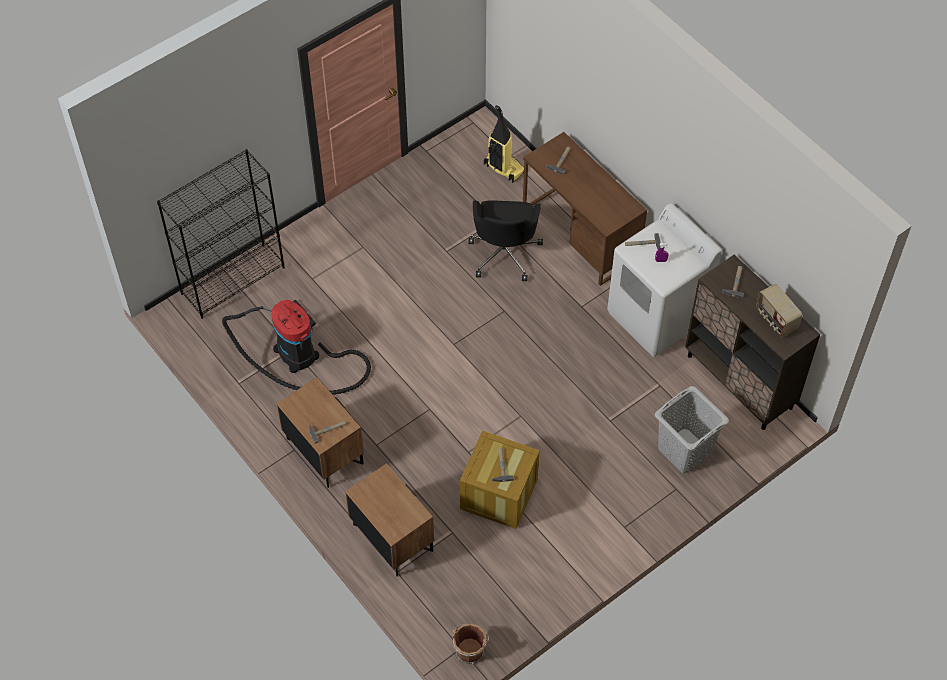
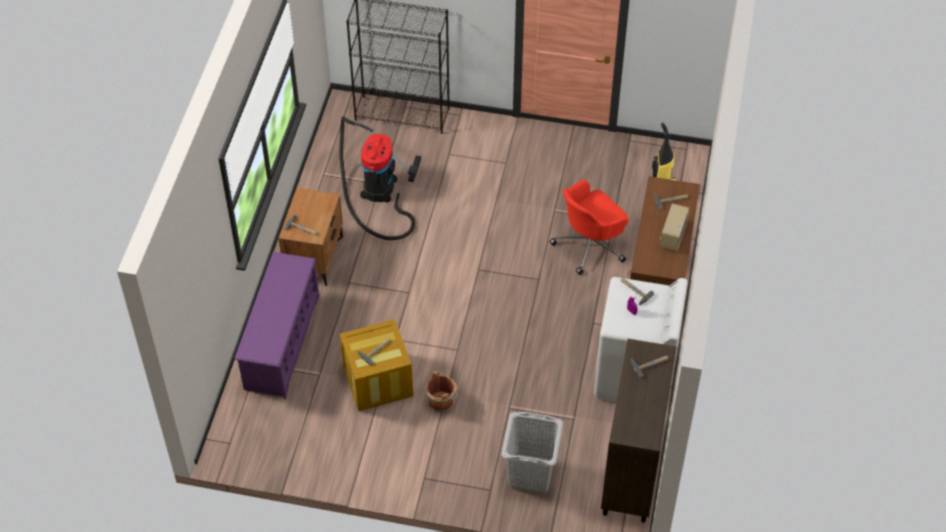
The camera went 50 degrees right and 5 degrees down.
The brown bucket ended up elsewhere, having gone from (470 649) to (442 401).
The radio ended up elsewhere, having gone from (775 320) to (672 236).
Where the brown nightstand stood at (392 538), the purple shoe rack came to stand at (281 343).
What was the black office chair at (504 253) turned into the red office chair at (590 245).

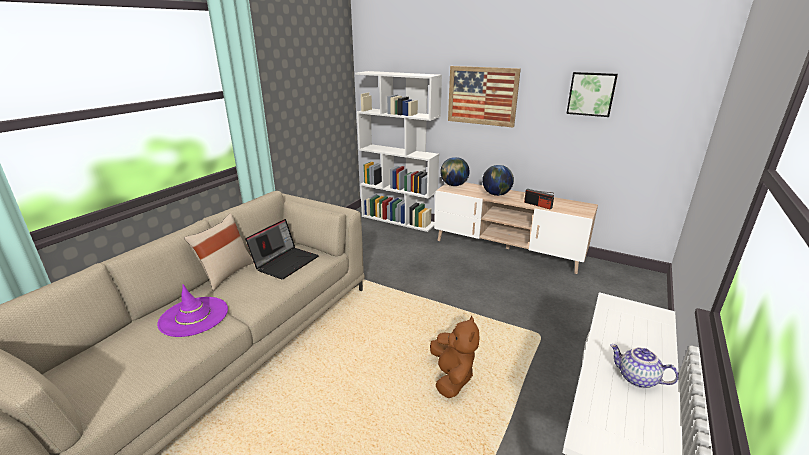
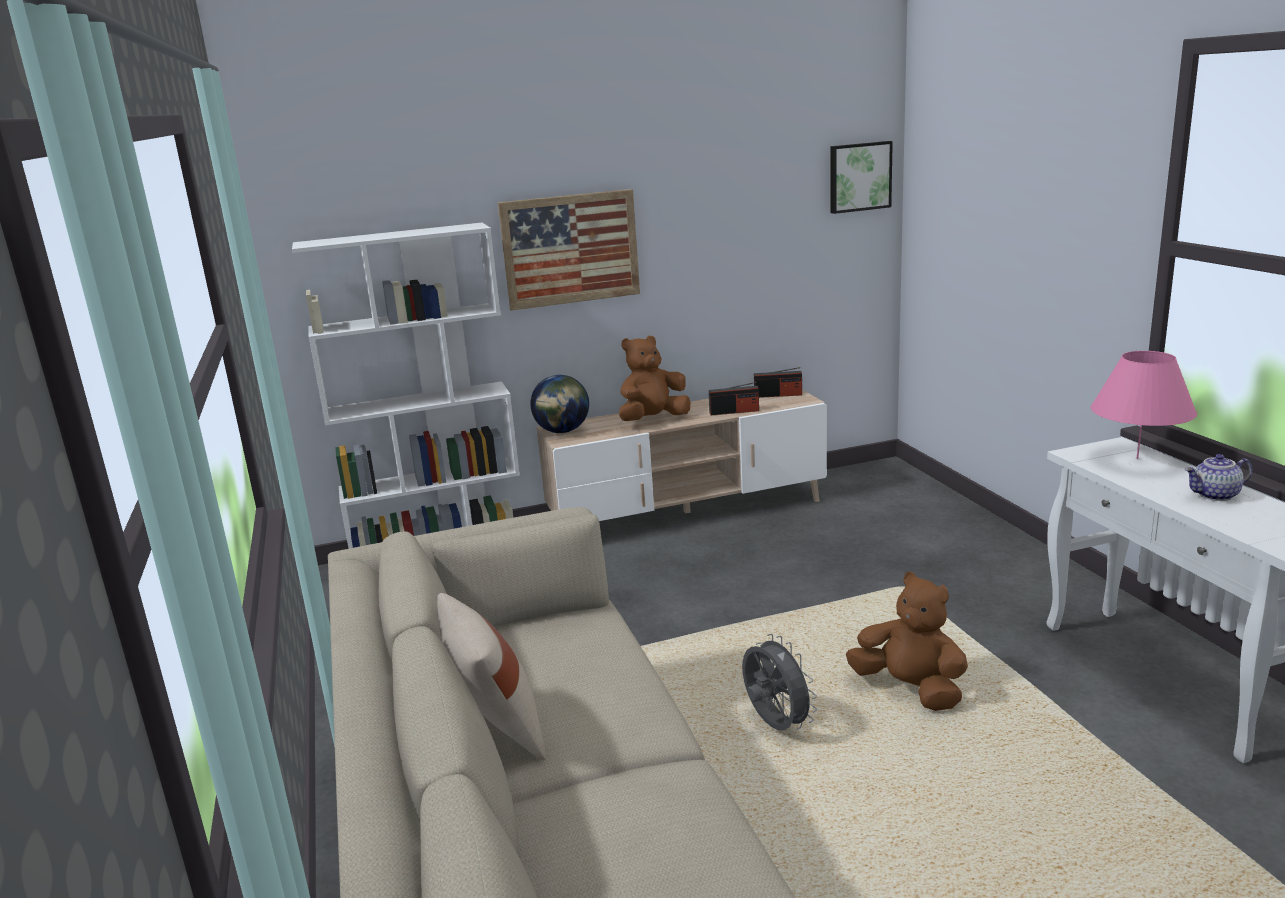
The camera went 45 degrees left and 5 degrees down.
The second view lost the purple hat at (194 316).
The second view lost the laptop at (285 262).
The second view gained the grey fan at (775 726).
The second view gained the radio at (778 395).
The second view gained the pink table lamp at (1137 458).
The picture ended up elsewhere, having gone from (591 94) to (859 177).
Where the globe stood at (496 194), the brown plush toy came to stand at (653 419).

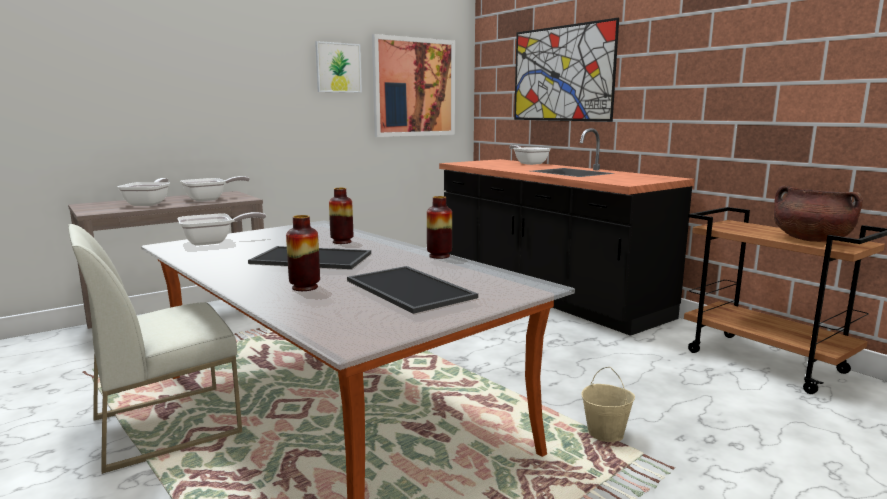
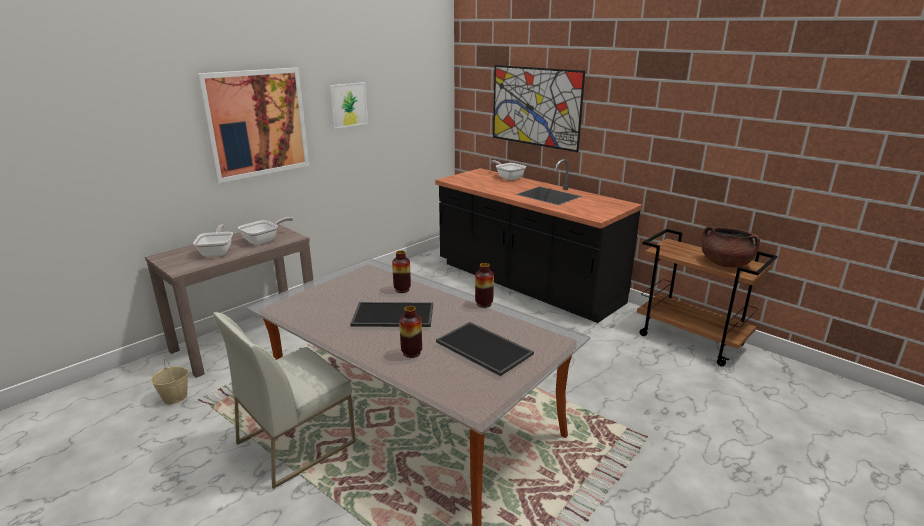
The camera went 10 degrees left and 10 degrees up.
The second view lost the frying pan at (213 242).
The picture ended up elsewhere, having gone from (414 87) to (257 123).
The beige bucket ended up elsewhere, having gone from (605 434) to (175 397).

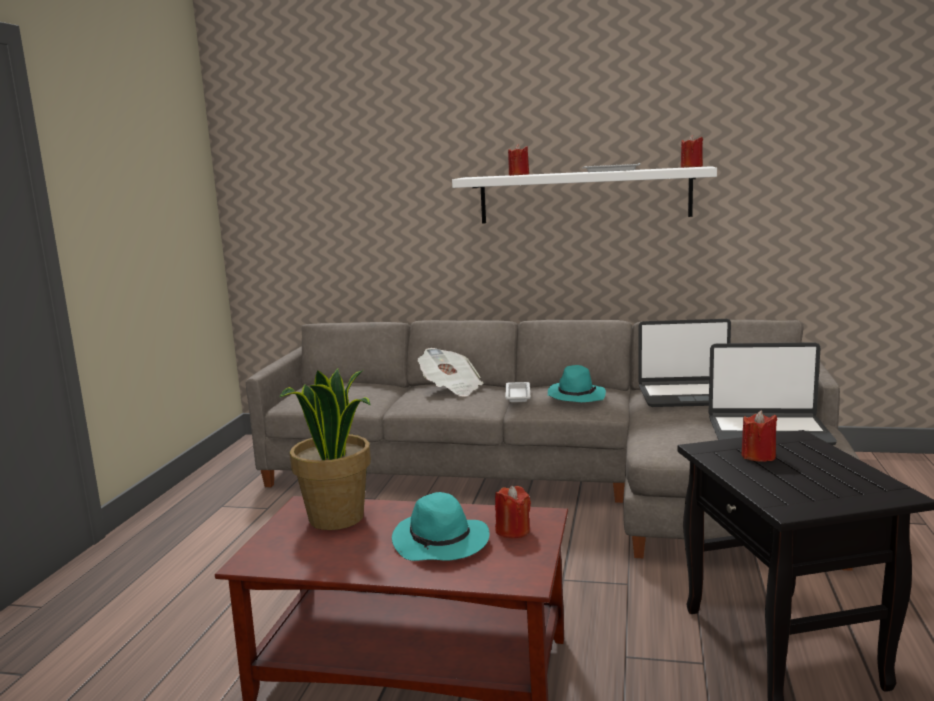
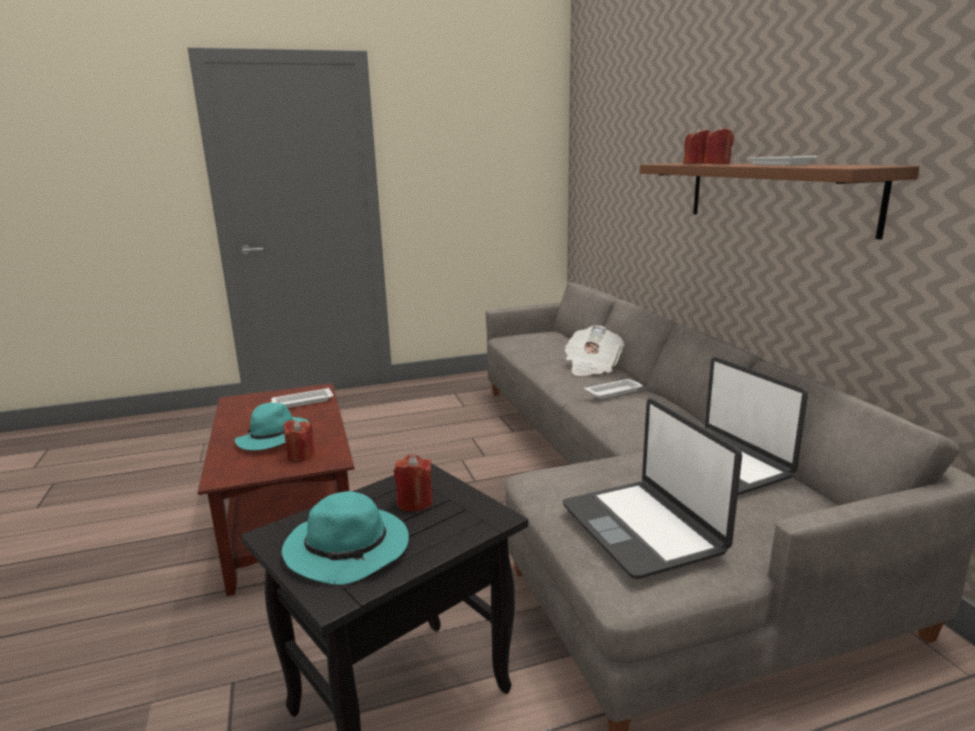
The camera went 60 degrees right and 5 degrees up.
The turquoise hat ended up elsewhere, having gone from (575 397) to (349 550).
The red candle ended up elsewhere, having gone from (691 167) to (717 164).
Where the potted plant stood at (337 518), the white tray came to stand at (301 402).
What was the white shelf at (584 196) turned into the brown shelf at (774 194).

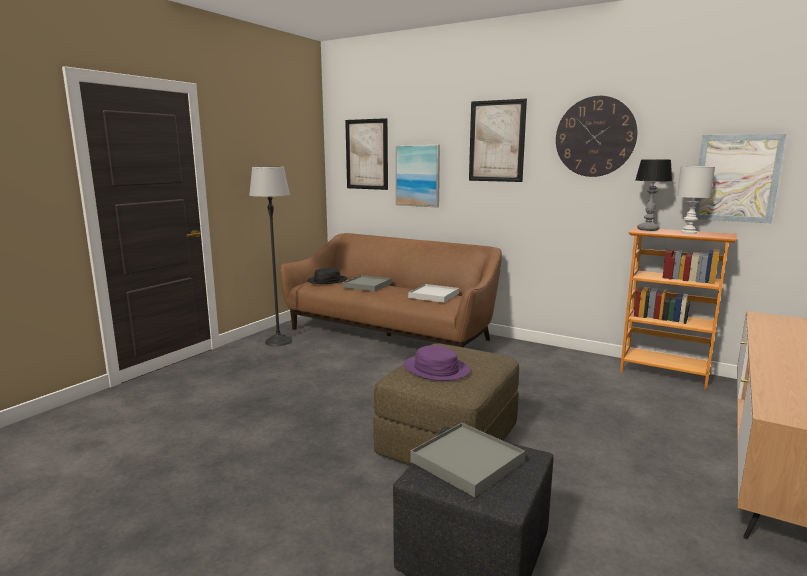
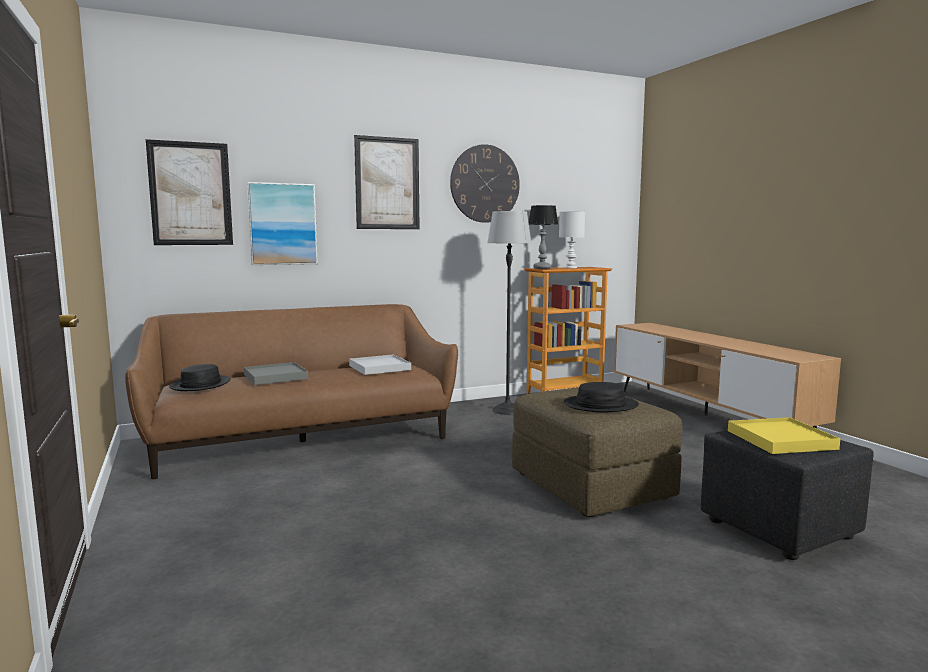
The camera went 55 degrees left and 5 degrees down.
The second view lost the picture at (736 178).
The floor lamp ended up elsewhere, having gone from (278 341) to (507 410).
What was the purple hat at (436 369) turned into the black hat at (600 405).
What was the grey tray at (467 462) turned into the yellow tray at (781 439).

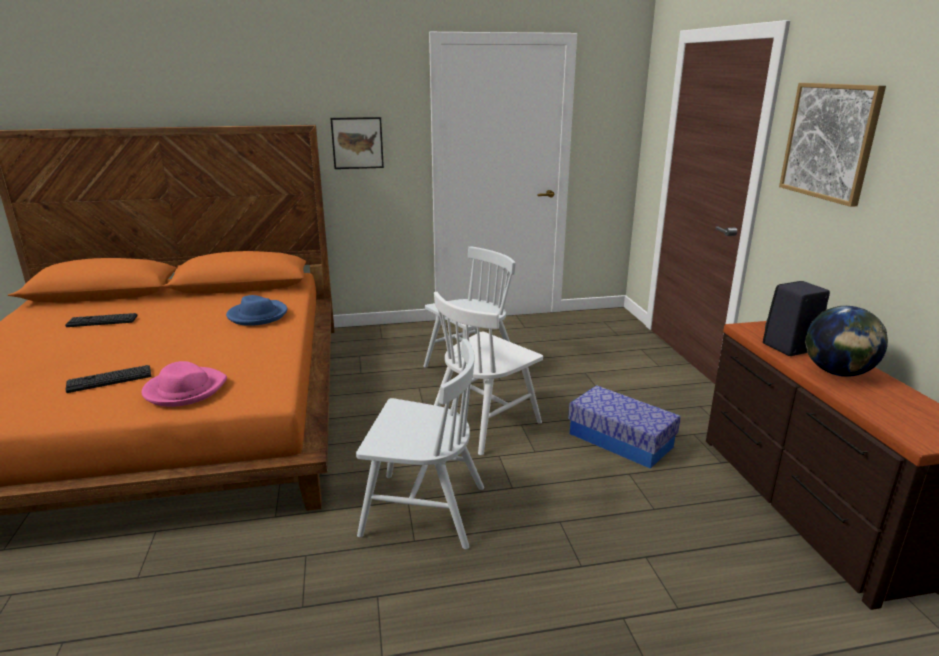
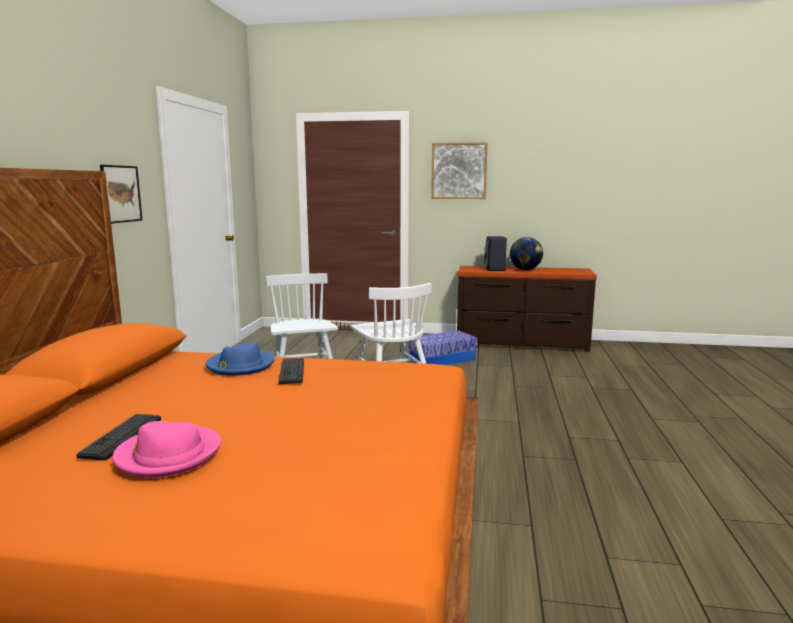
The camera went 70 degrees left and 10 degrees down.
The second view lost the white chair at (423 510).
The keyboard ended up elsewhere, having gone from (109 380) to (292 371).
The pink hat ended up elsewhere, having gone from (184 390) to (168 455).

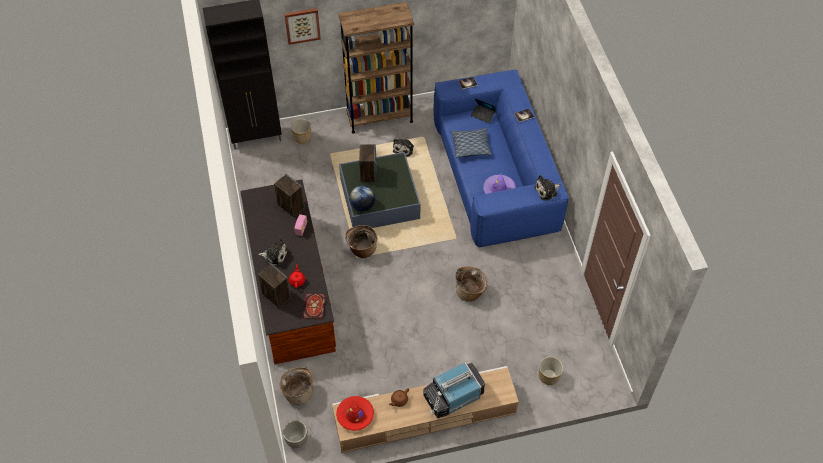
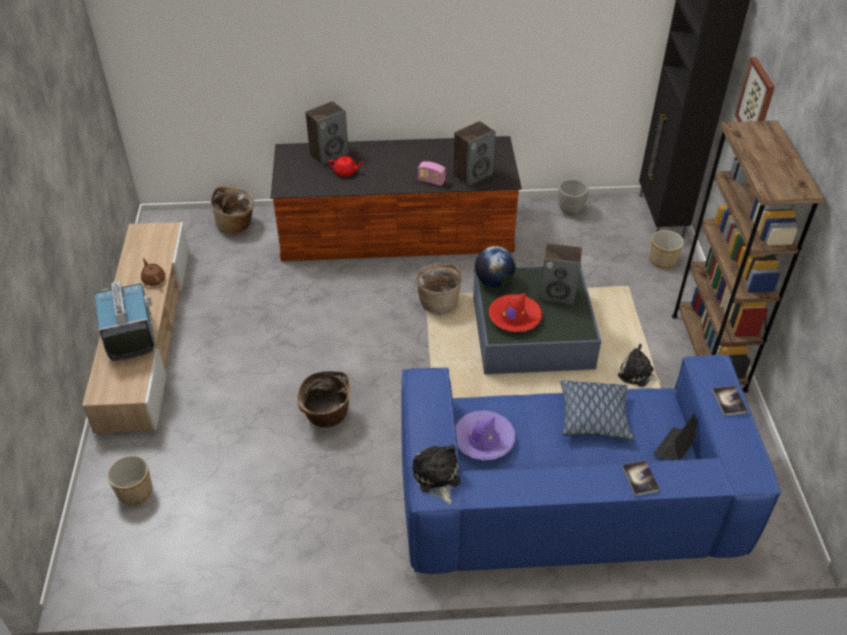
The camera went 100 degrees right and 10 degrees down.
The second view lost the plush toy at (275 255).
The second view lost the book at (314 307).
The planter ended up elsewhere, having gone from (296 440) to (570 210).
The red hat ended up elsewhere, having gone from (355 415) to (514 318).

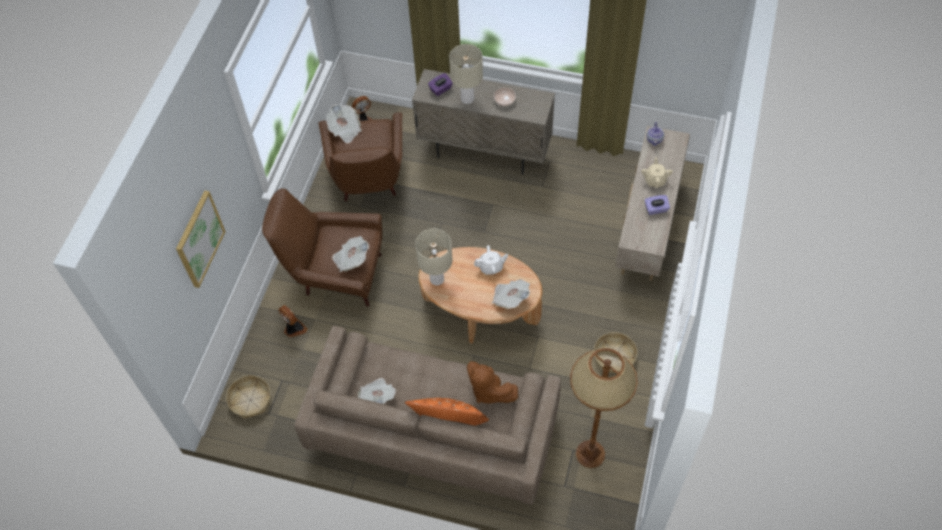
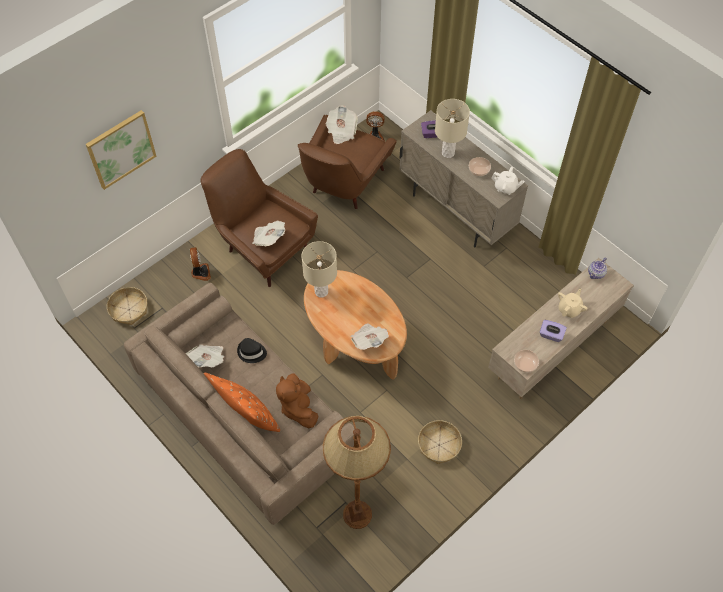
The camera went 30 degrees right and 0 degrees up.
The second view gained the black hat at (251 352).
The second view gained the bowl at (525 364).
The white teapot ended up elsewhere, having gone from (491 267) to (505 188).

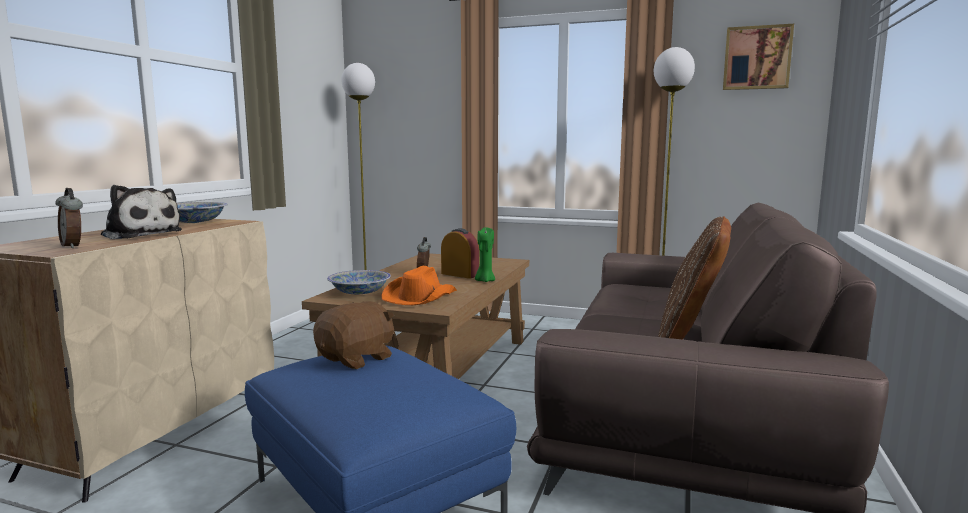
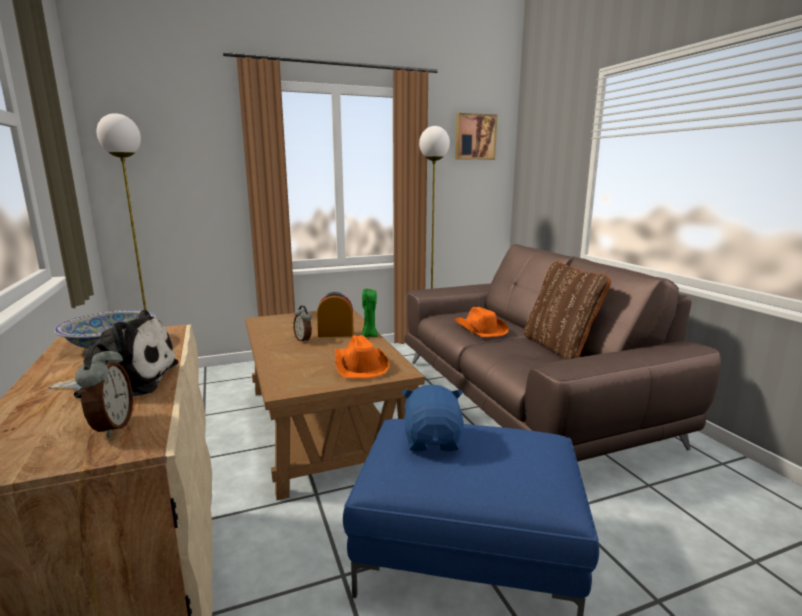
The camera went 40 degrees left and 5 degrees up.
The second view lost the bowl at (359 292).
The second view gained the orange hat at (480 329).
What was the brown plush toy at (357 359) turned into the blue plush toy at (433 440).
The alarm clock at (74 246) ended up facing another way, 105 degrees counterclockwise from before.

